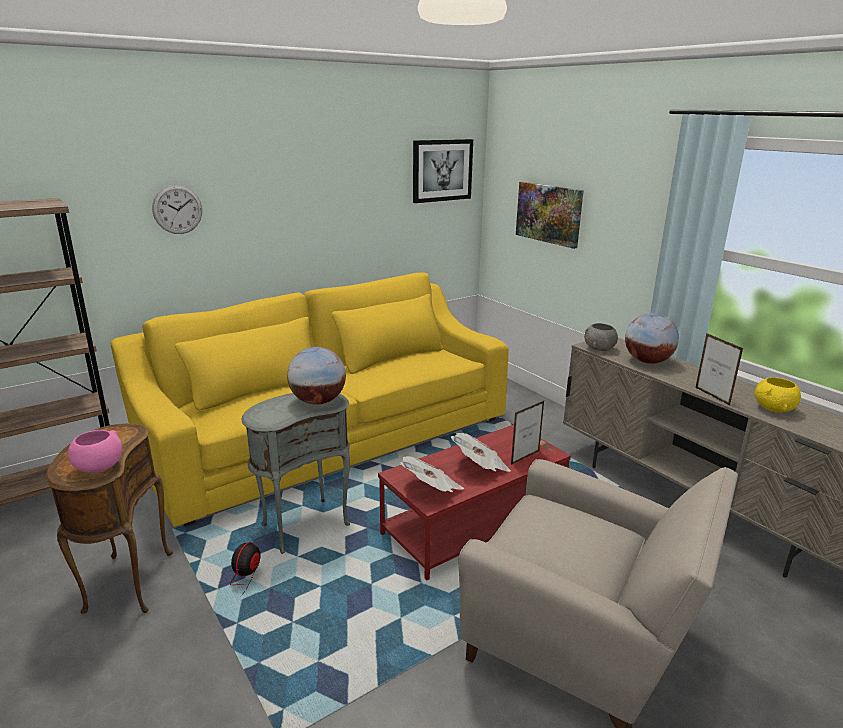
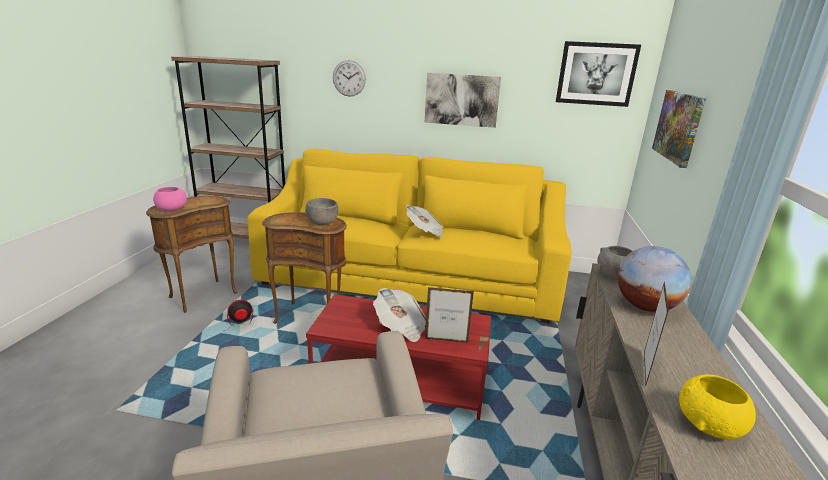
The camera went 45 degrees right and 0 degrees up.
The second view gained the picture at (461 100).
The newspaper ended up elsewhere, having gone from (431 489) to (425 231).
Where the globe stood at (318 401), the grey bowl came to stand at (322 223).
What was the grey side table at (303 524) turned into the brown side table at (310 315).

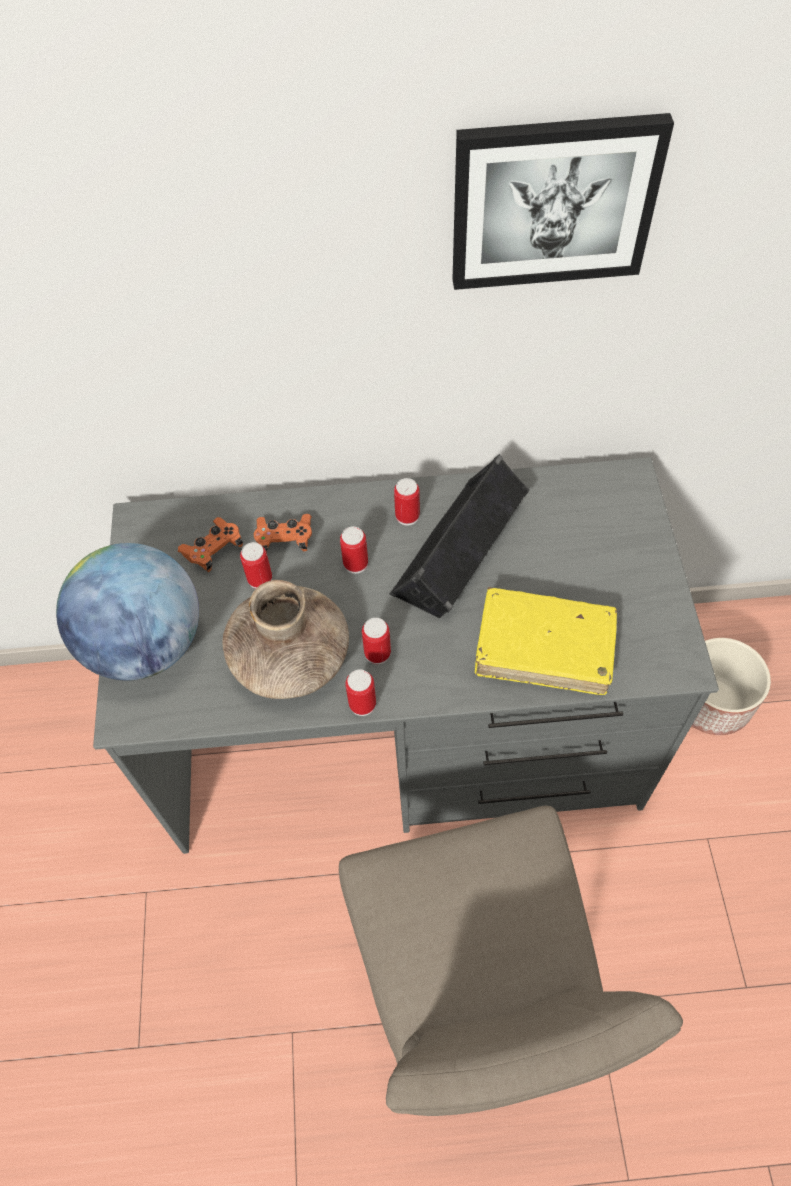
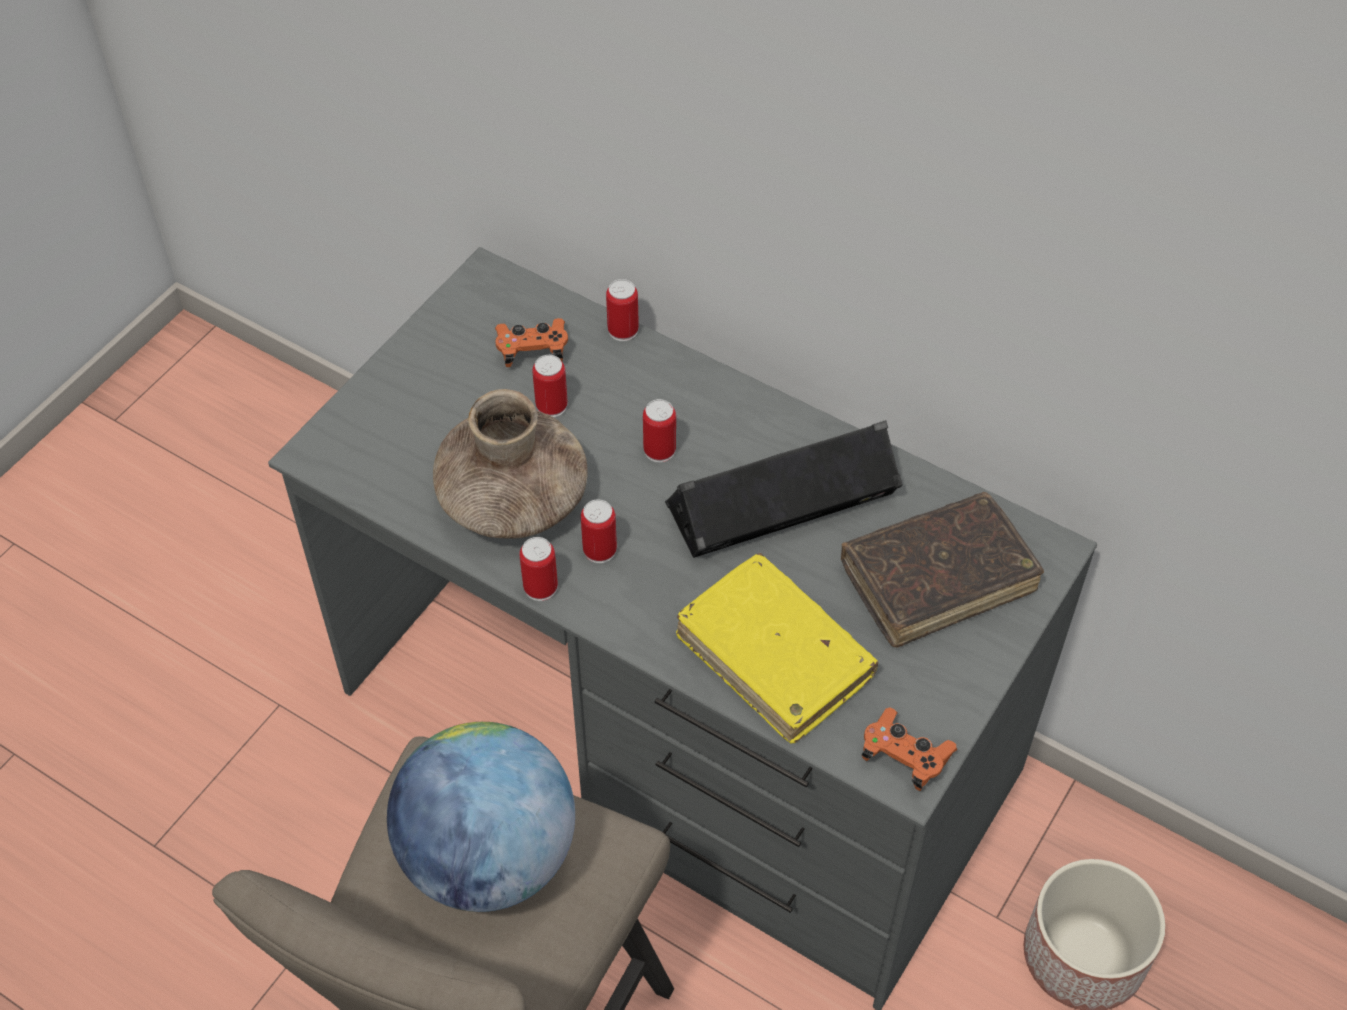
The camera went 35 degrees right and 5 degrees down.
The second view lost the picture at (553 202).
The second view gained the brown book at (937 578).
The globe ended up elsewhere, having gone from (145 644) to (489 856).
The orange game controller ended up elsewhere, having gone from (285 539) to (905 756).
The can ended up elsewhere, having gone from (407 516) to (623 330).

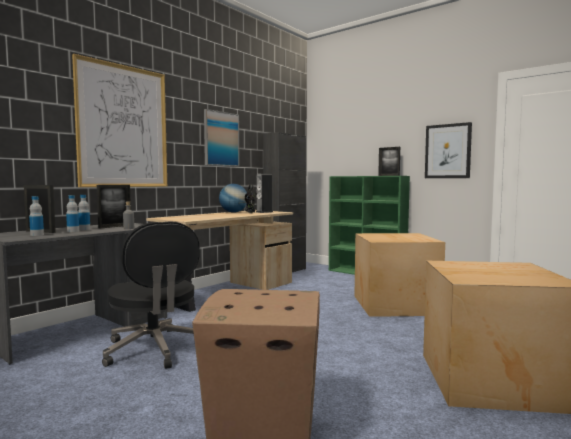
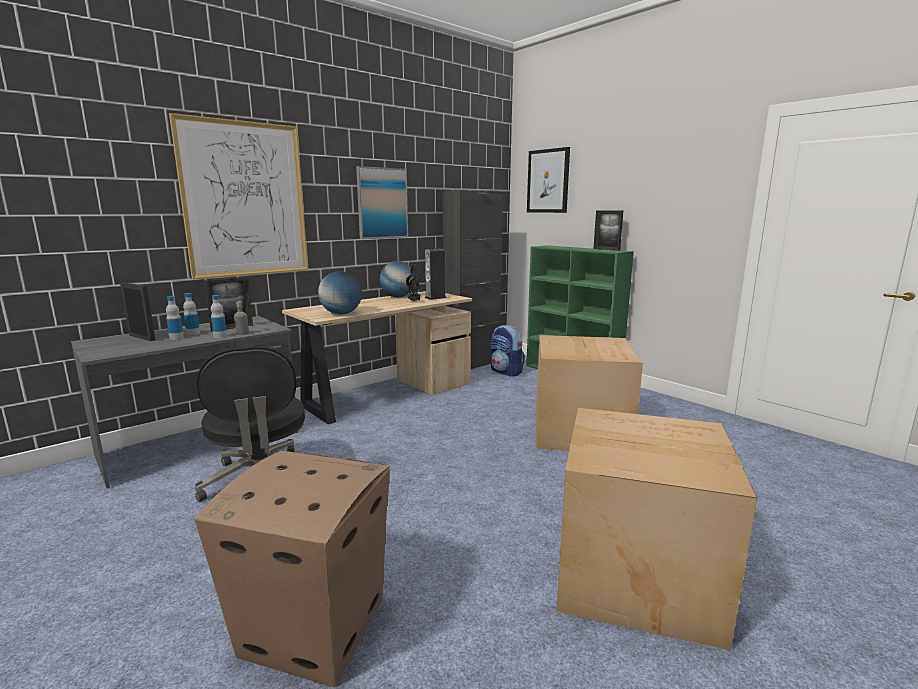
The camera went 10 degrees right and 10 degrees up.
The second view gained the globe at (341 314).
The second view gained the backpack at (506 372).
The bottle ended up elsewhere, having gone from (37 235) to (220 336).
The picture ended up elsewhere, having gone from (447 151) to (548 181).

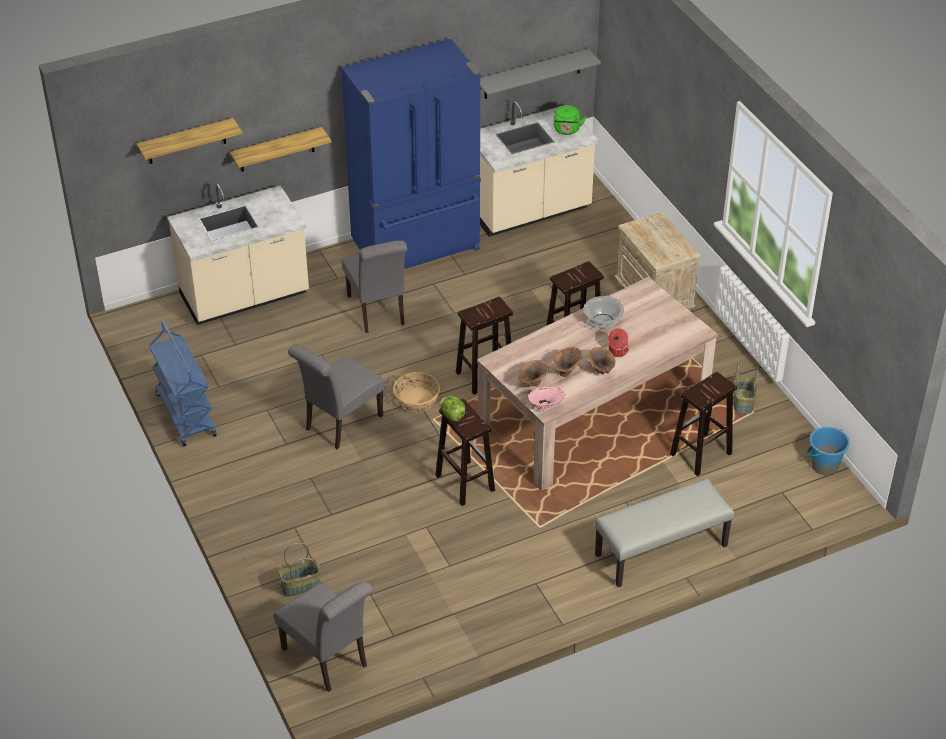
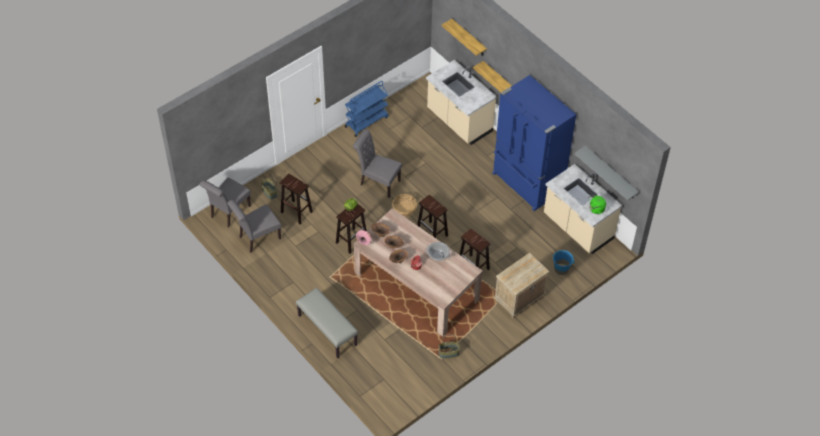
The camera went 75 degrees right and 10 degrees up.
The grey chair ended up elsewhere, having gone from (377 312) to (257 238).
The brown stool ended up elsewhere, having gone from (700 454) to (296 212).
The blue bucket ended up elsewhere, having gone from (824 465) to (561 269).

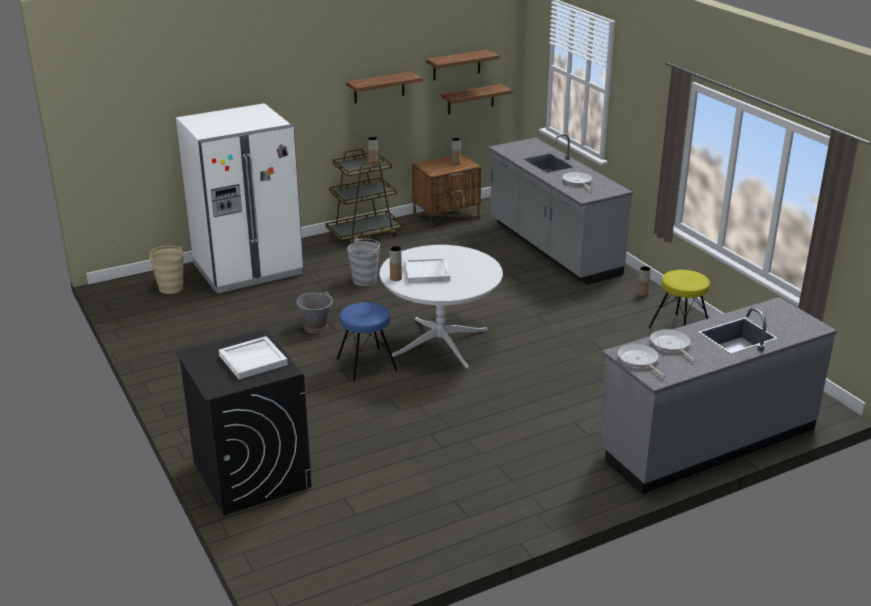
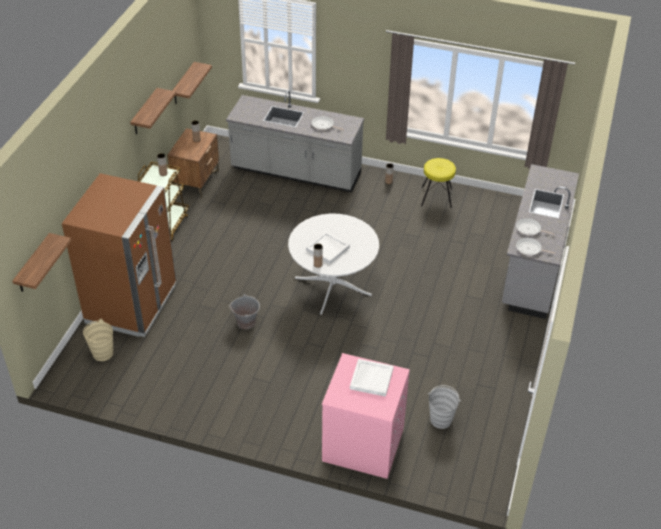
The camera went 45 degrees left and 15 degrees up.
The second view lost the blue stool at (366 364).
The grey bucket ended up elsewhere, having gone from (365 280) to (441 419).
The shelf ended up elsewhere, having gone from (456 65) to (33 264).
What was the white fridge at (248 269) turned into the brown fridge at (132 304).
What was the black washing machine at (251 473) turned into the pink washing machine at (362 444).

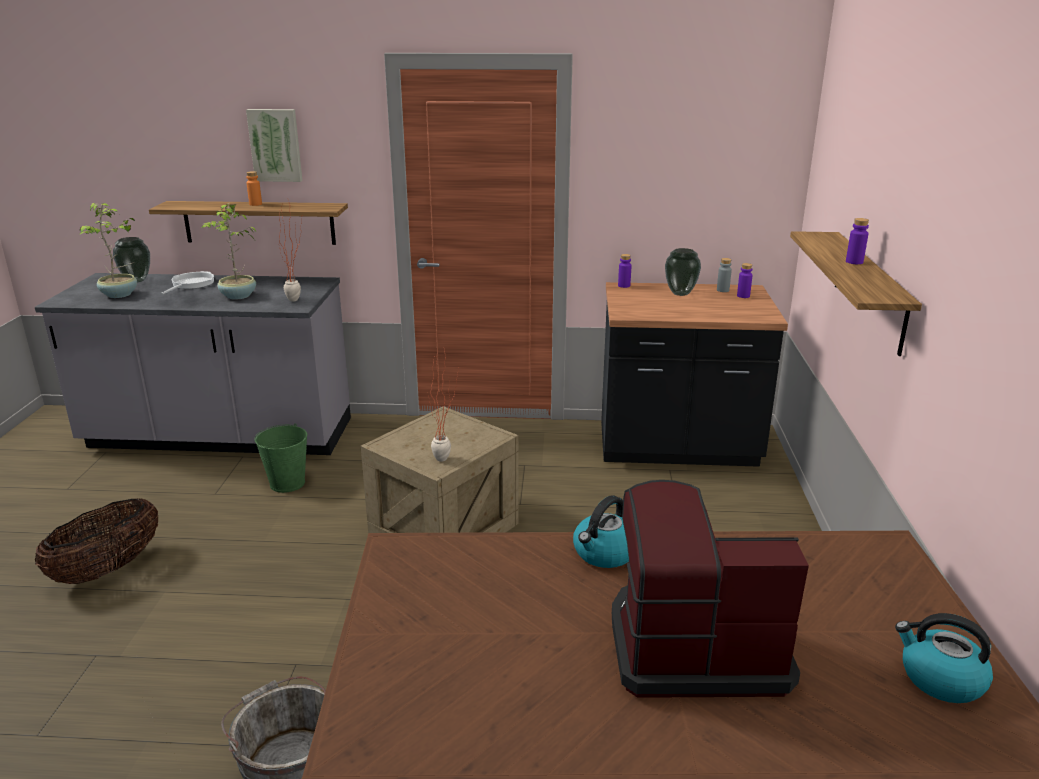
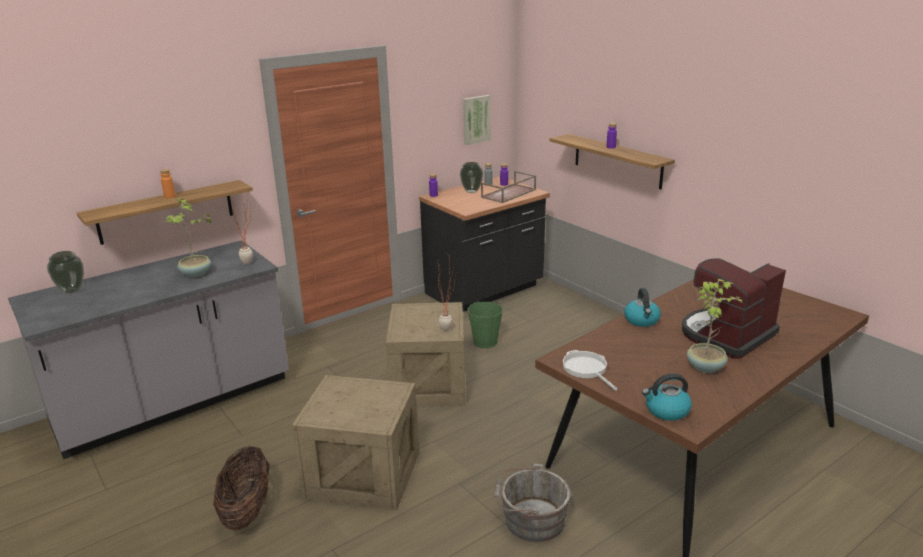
The camera went 40 degrees left and 0 degrees up.
The second view gained the crate at (362 474).
The second view gained the brown tray at (508 194).
The potted plant ended up elsewhere, having gone from (120 295) to (706 367).
The frying pan ended up elsewhere, having gone from (191 284) to (586 369).
The picture ended up elsewhere, having gone from (275 145) to (475 119).
The green bucket ended up elsewhere, having gone from (287 483) to (485 342).
The kettle ended up elsewhere, having gone from (940 679) to (666 410).

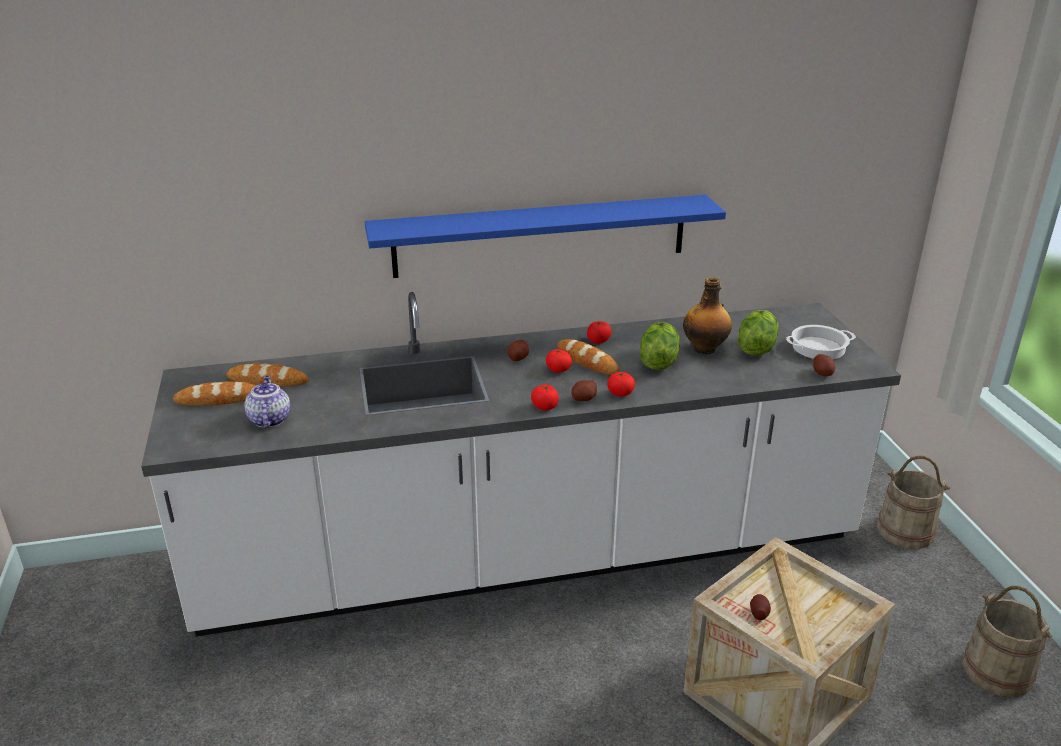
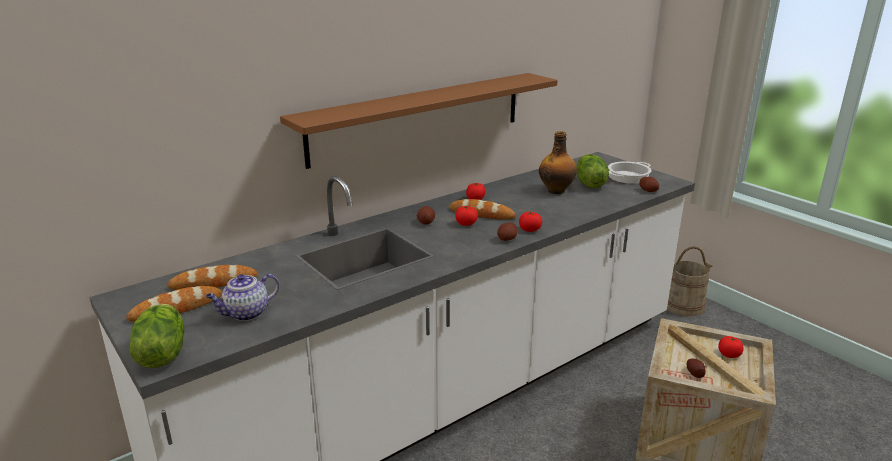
The camera went 25 degrees left and 5 degrees down.
The second view lost the beige bucket at (998 670).
The tomato ended up elsewhere, having gone from (545 407) to (729 354).
The lettuce ended up elsewhere, having gone from (657 361) to (161 354).
What was the blue shelf at (541 236) turned into the brown shelf at (419 117).
The teapot at (269 419) ended up facing another way, 90 degrees counterclockwise from before.

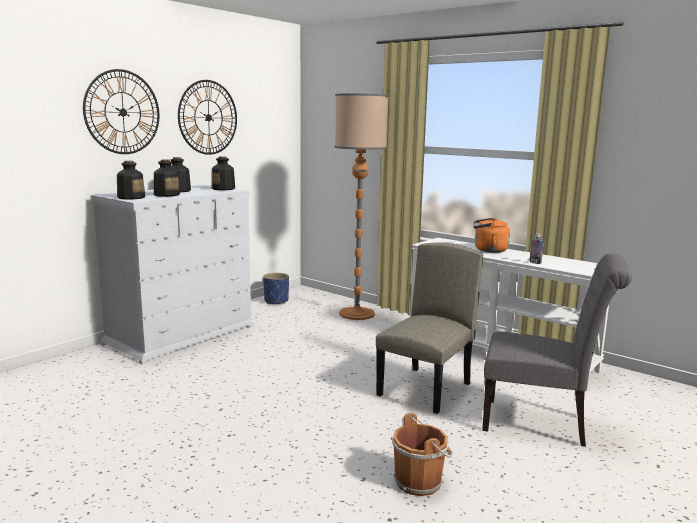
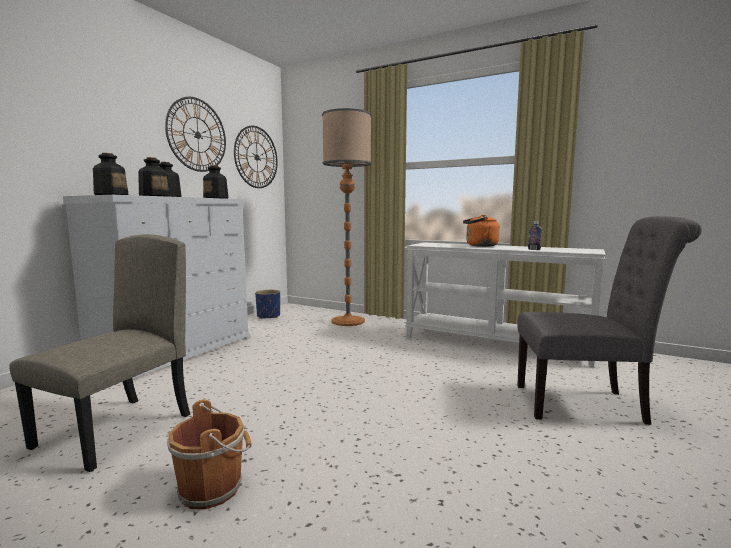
The camera went 10 degrees left and 5 degrees down.
The wall clock ended up elsewhere, having gone from (122 112) to (256 157).
The beige chair ended up elsewhere, having gone from (425 389) to (116 431).
The brown bucket ended up elsewhere, having gone from (420 481) to (213 487).

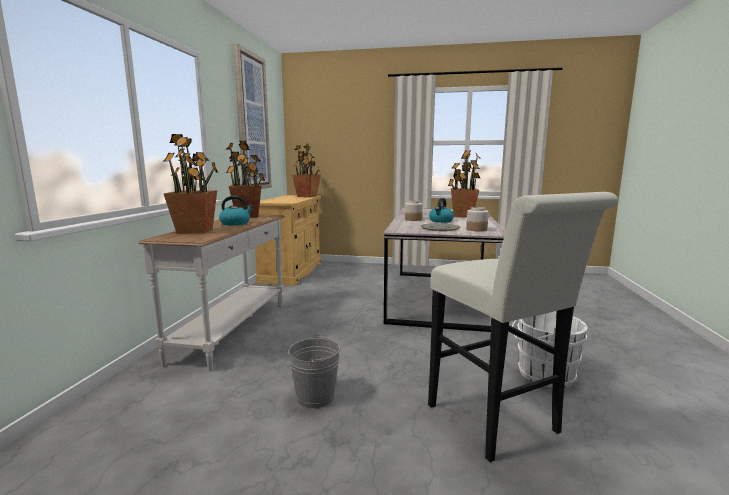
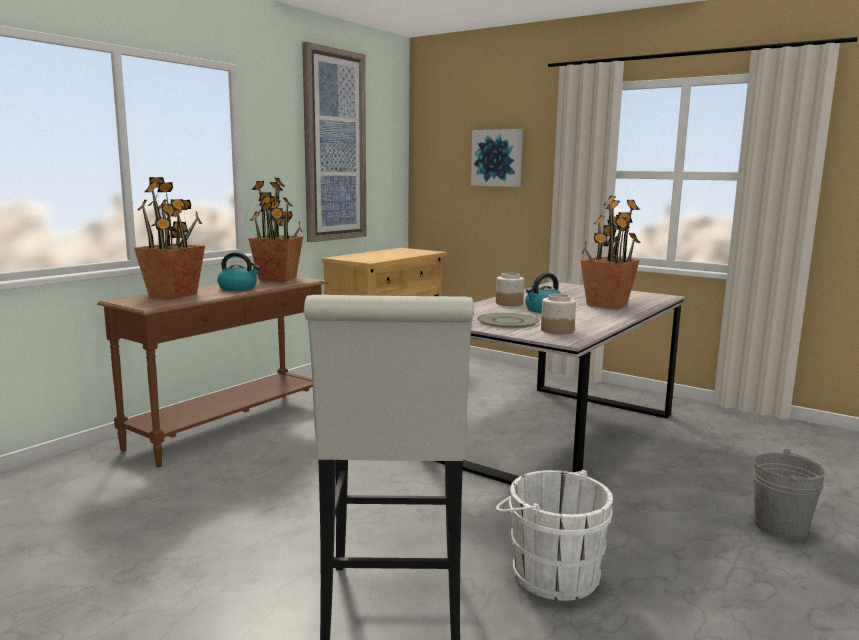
The camera went 25 degrees right and 0 degrees up.
The second view lost the potted plant at (307 196).
The second view gained the picture at (497 158).
The grey bucket ended up elsewhere, having gone from (315 397) to (780 527).
What was the white console table at (234 330) turned into the brown console table at (231 427).

